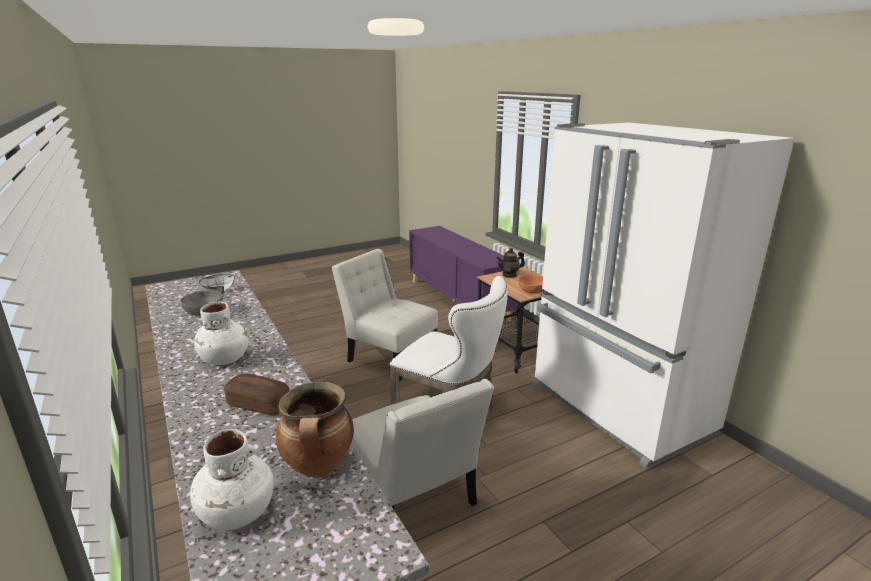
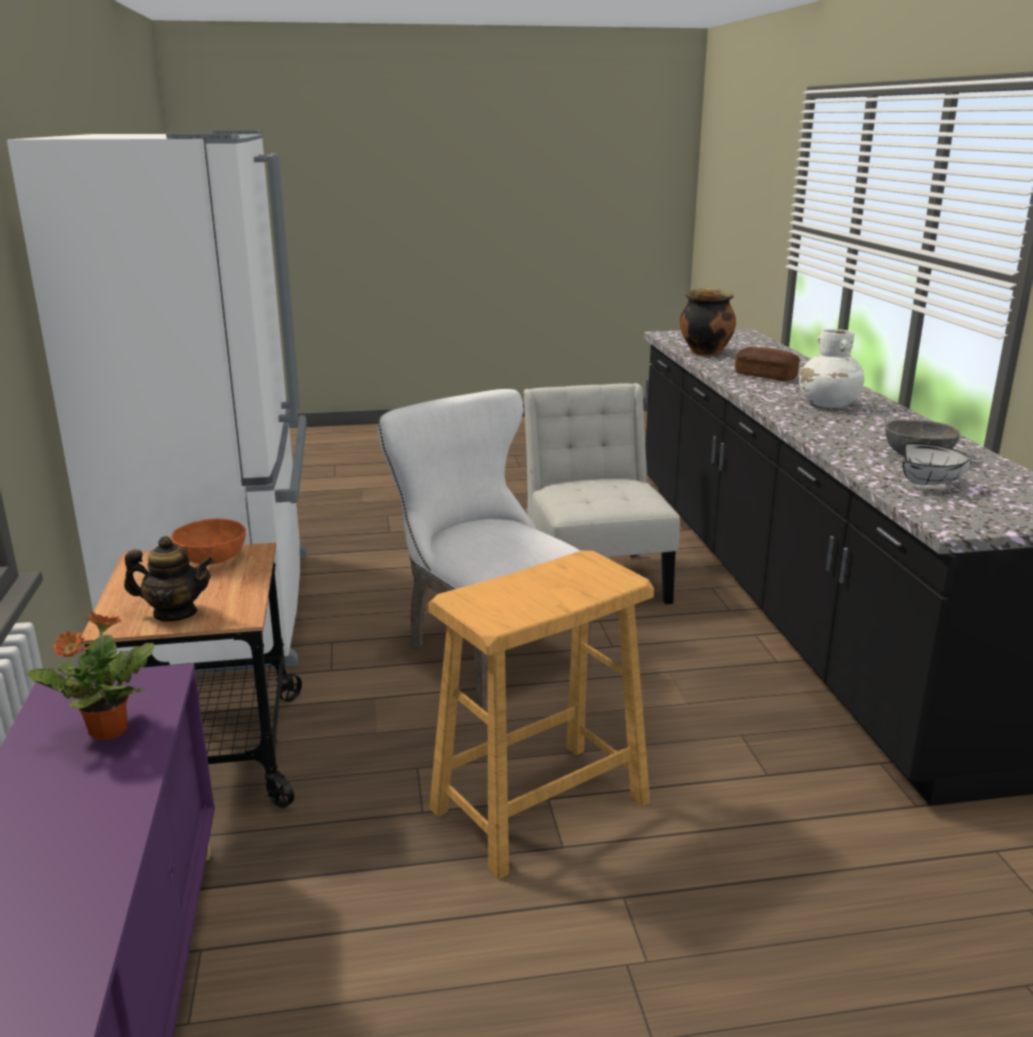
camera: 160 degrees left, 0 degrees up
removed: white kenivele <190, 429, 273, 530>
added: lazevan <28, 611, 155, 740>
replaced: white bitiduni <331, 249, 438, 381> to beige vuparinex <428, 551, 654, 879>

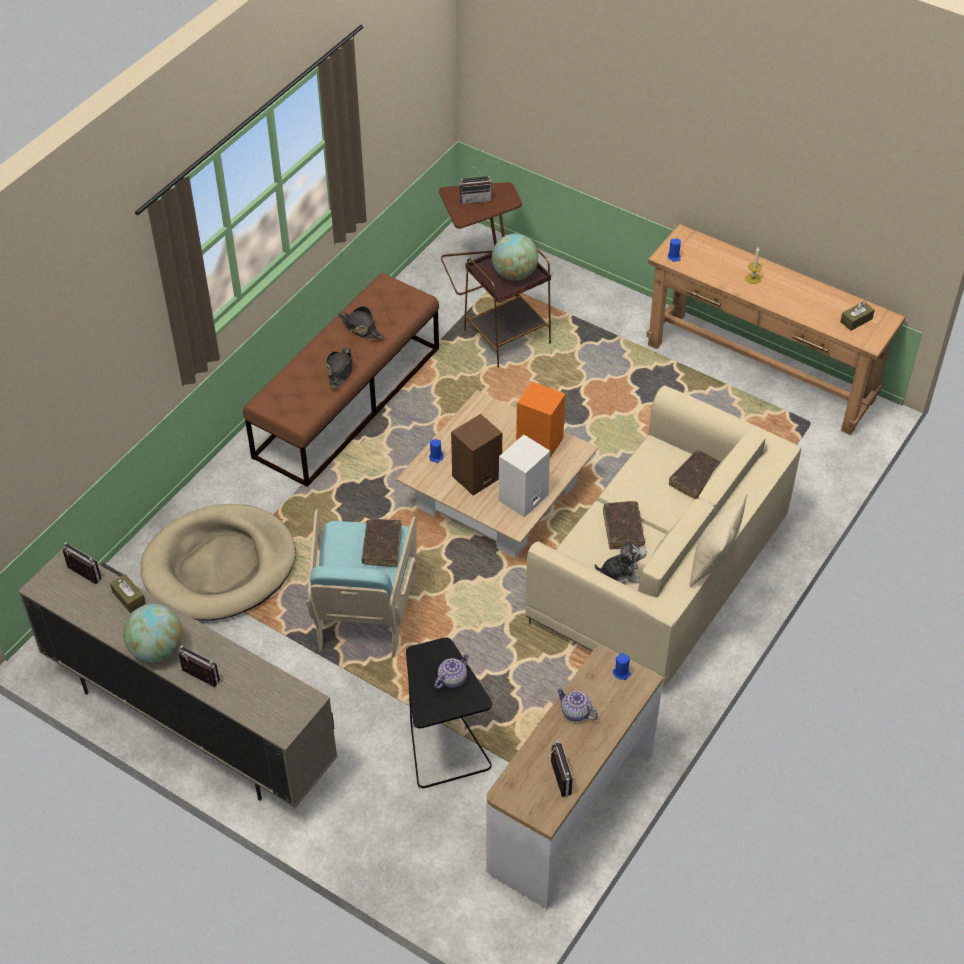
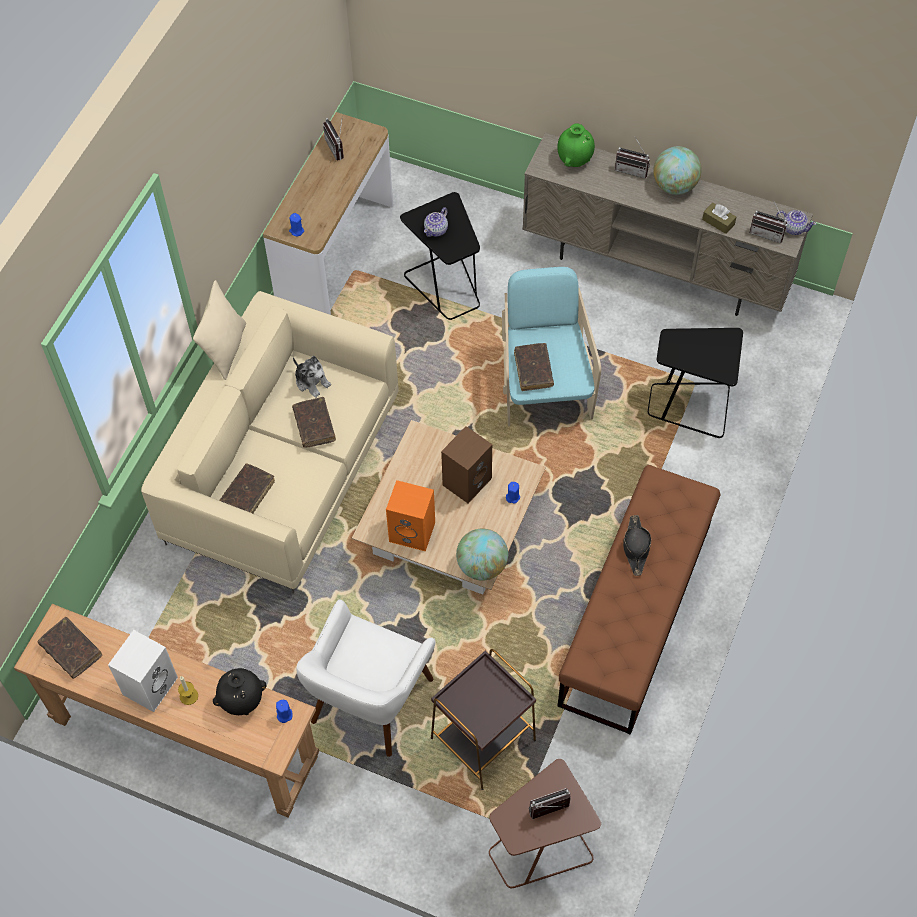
camera: 170 degrees right, 10 degrees up
removed: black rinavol <338, 306, 385, 339>
added: black kenivele <213, 668, 267, 715>; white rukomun <297, 599, 436, 757>; green kenivele <557, 123, 595, 167>
moved: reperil <492, 234, 538, 281> to <456, 528, 508, 581>; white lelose <499, 435, 550, 517> to <108, 630, 178, 712>; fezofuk <556, 687, 598, 722> to <776, 210, 816, 235>
replaced: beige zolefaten <140, 504, 296, 620> to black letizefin <648, 328, 743, 438>; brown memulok <840, 301, 875, 331> to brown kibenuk <38, 617, 102, 679>
turned: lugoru <595, 539, 647, 584> = <293, 356, 331, 398> 120 degrees counterclockwise

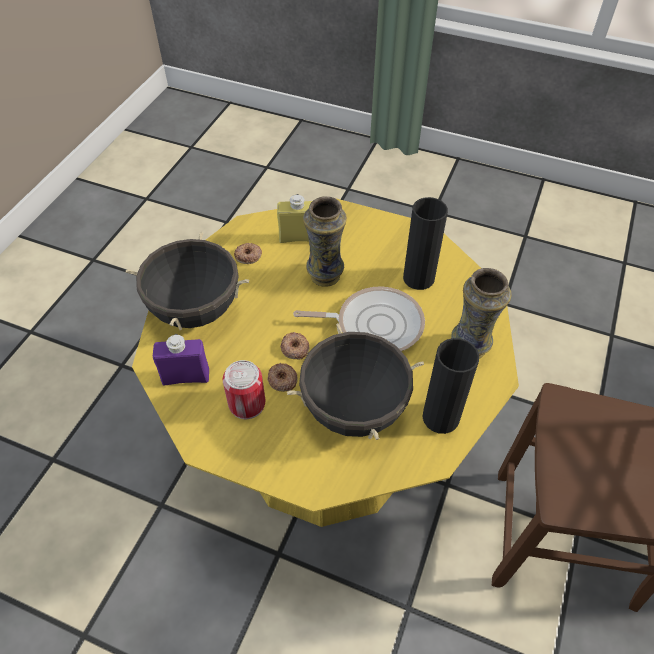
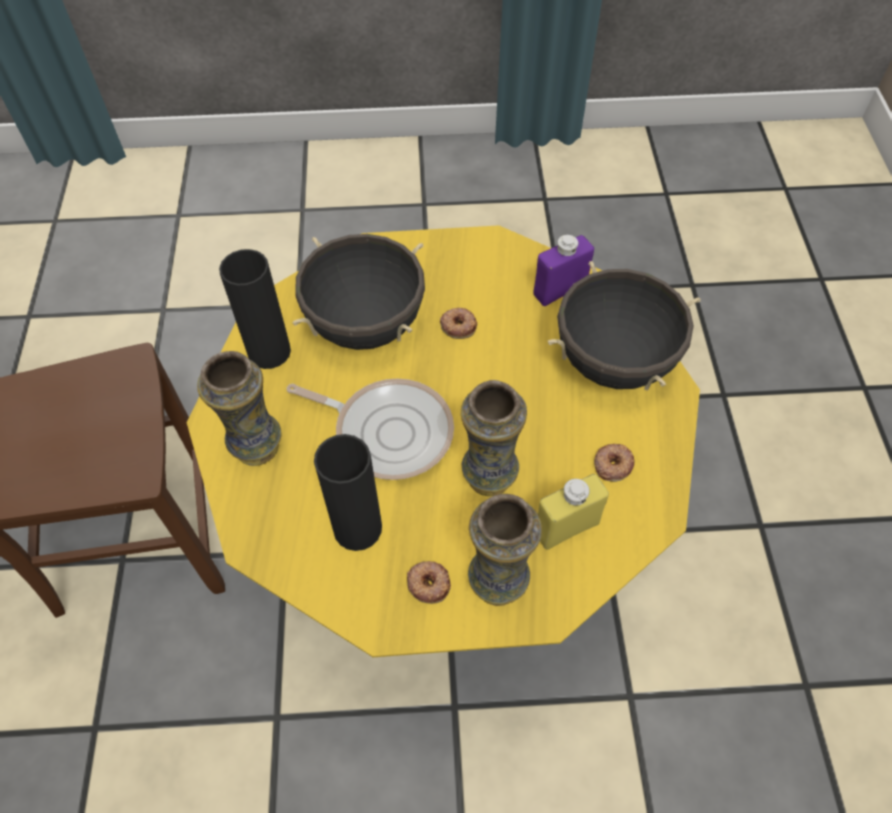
camera: 155 degrees right, 5 degrees up
removed: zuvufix <223, 360, 265, 419>
added: kenivele <468, 494, 542, 606>
moved: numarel <280, 332, 309, 359> to <407, 561, 451, 604>
turned: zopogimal <293, 287, 425, 351> = <286, 378, 454, 480> 135 degrees counterclockwise

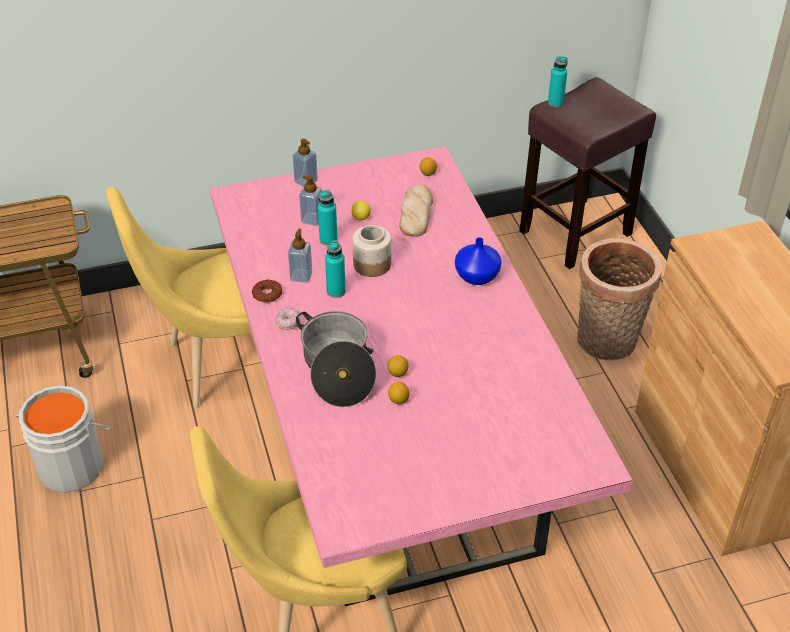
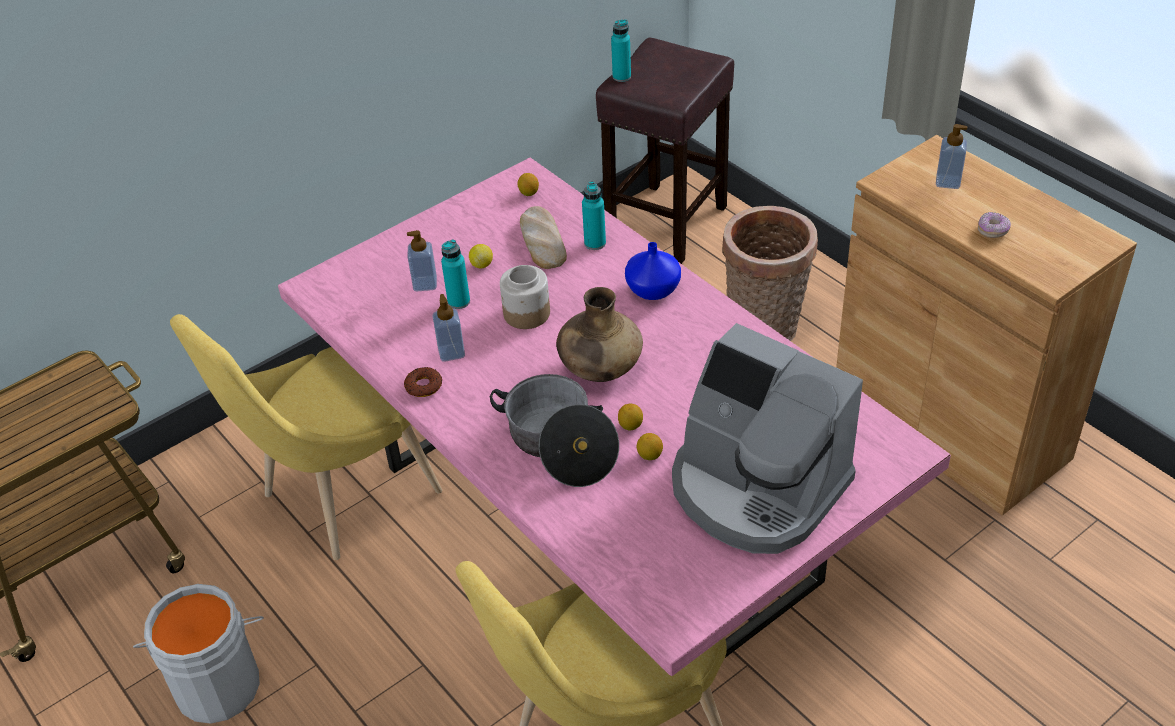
camera: 20 degrees left, 0 degrees up
added: brown kenivele <556, 287, 643, 382>; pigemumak <672, 323, 863, 554>
moved: numarel <275, 307, 301, 330> to <978, 212, 1011, 238>; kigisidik <293, 139, 318, 187> to <936, 124, 968, 189>; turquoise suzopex <325, 240, 346, 298> to <582, 181, 606, 250>

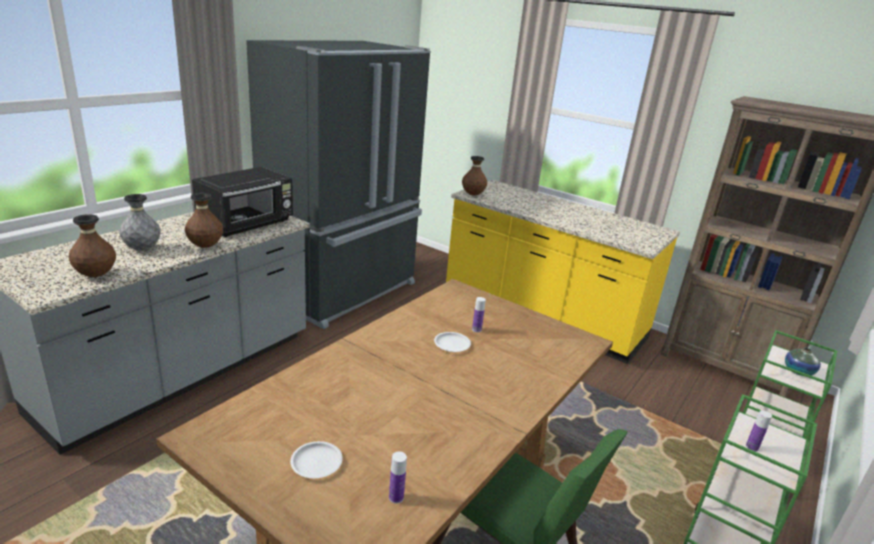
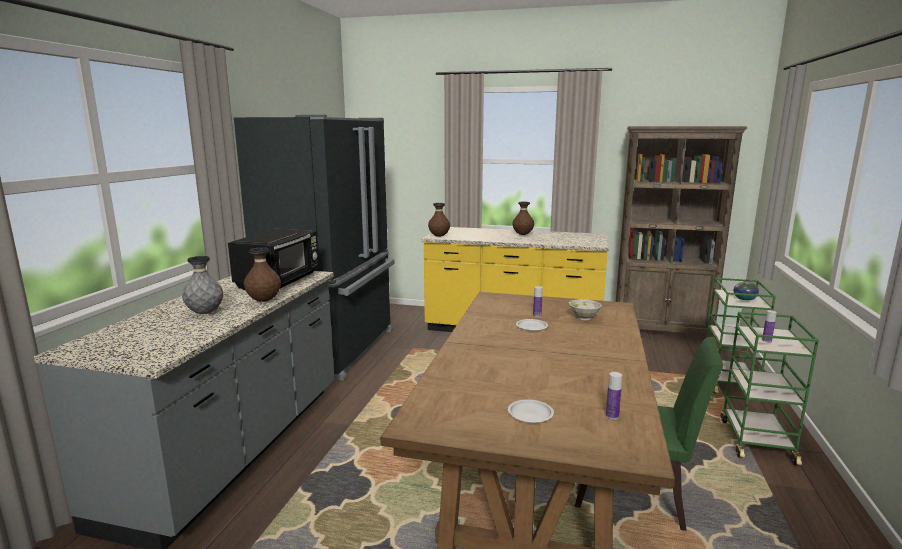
camera: 20 degrees left, 10 degrees down
added: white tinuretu <569, 299, 602, 320>
moved: brown kenivele <69, 214, 116, 277> to <512, 202, 534, 235>

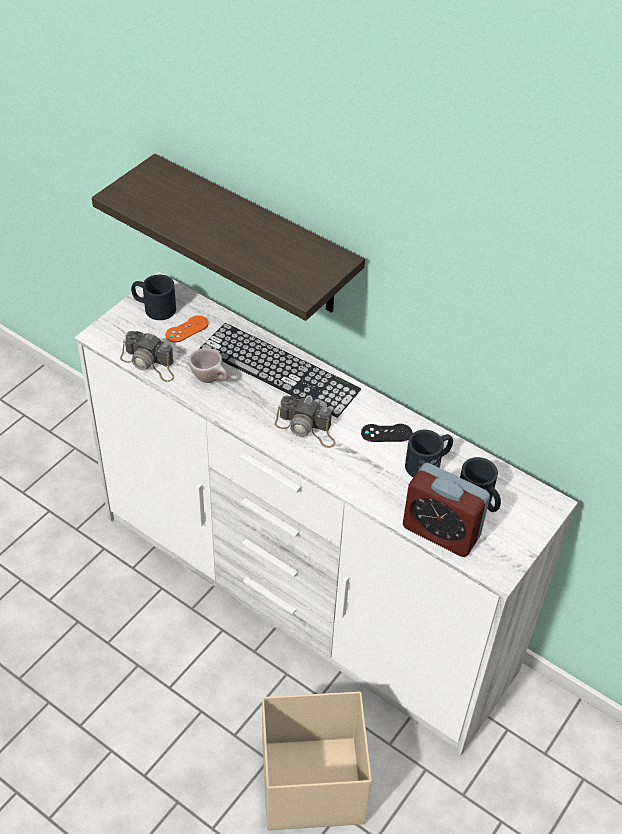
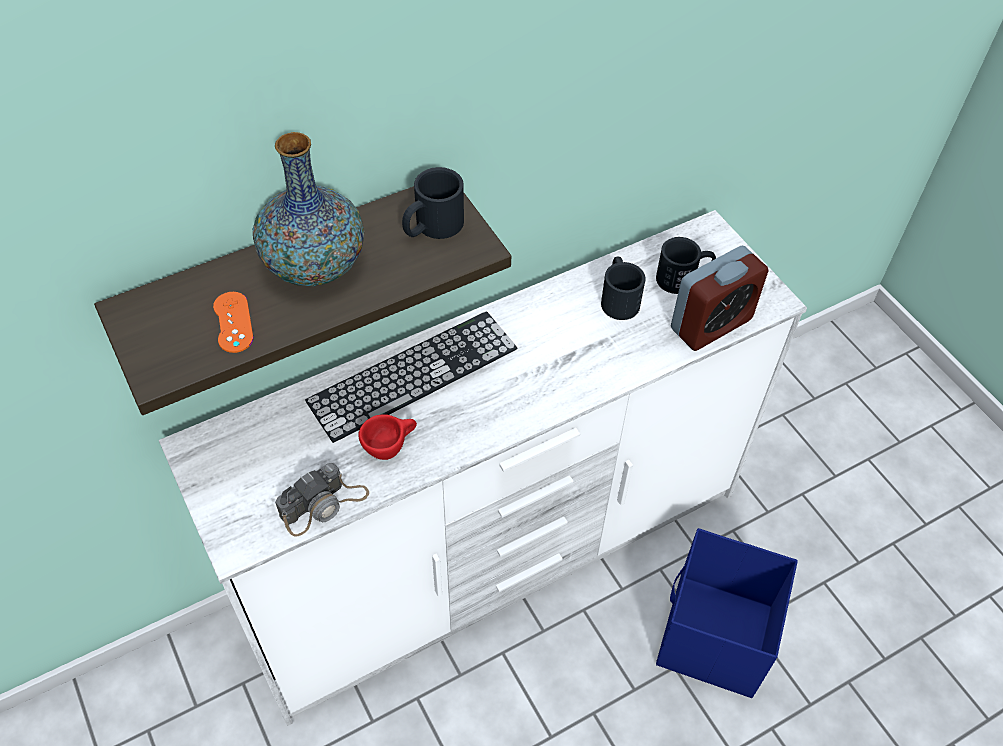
camera: 65 degrees left, 5 degrees up
removed: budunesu <275, 396, 336, 448>; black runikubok <361, 424, 412, 442>
added: kenivele <253, 132, 364, 286>
moved: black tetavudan <131, 275, 176, 320> to <402, 167, 464, 239>; orange runikubok <165, 315, 208, 343> to <213, 292, 253, 353>
recoloured: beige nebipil <188, 348, 228, 383> to red nebipil <359, 414, 417, 460>; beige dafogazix <262, 691, 372, 831> to blue dafogazix <656, 528, 798, 698>

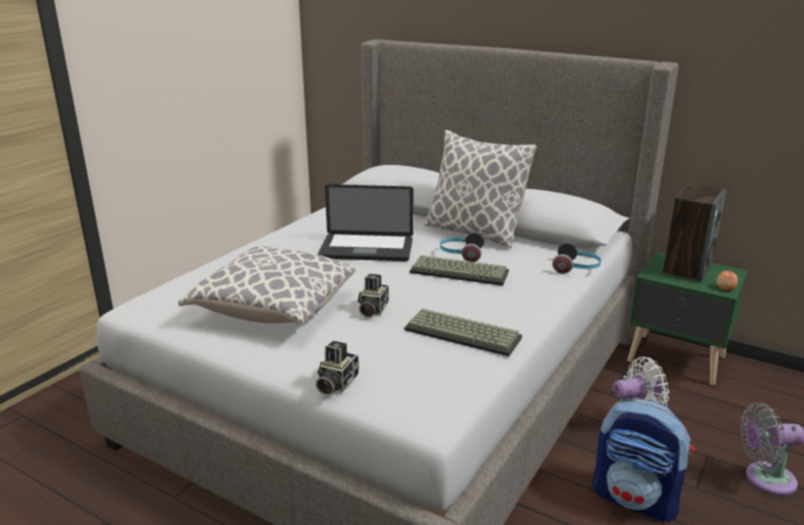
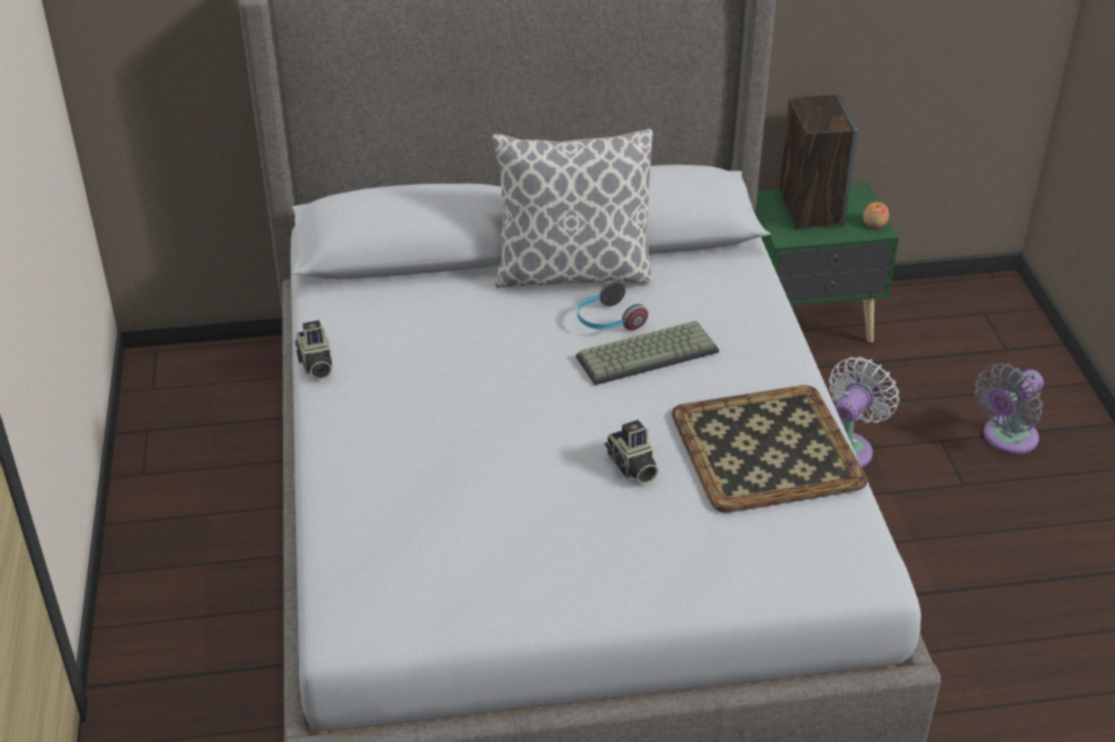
camera: 40 degrees left, 15 degrees up
removed: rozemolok <178, 246, 355, 326>; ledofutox <318, 184, 413, 261>; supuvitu <552, 242, 601, 274>; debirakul <592, 399, 695, 522>
moved: budunesu <316, 341, 359, 395> to <295, 320, 333, 379>
replaced: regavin <404, 309, 522, 356> to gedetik <672, 385, 868, 513>

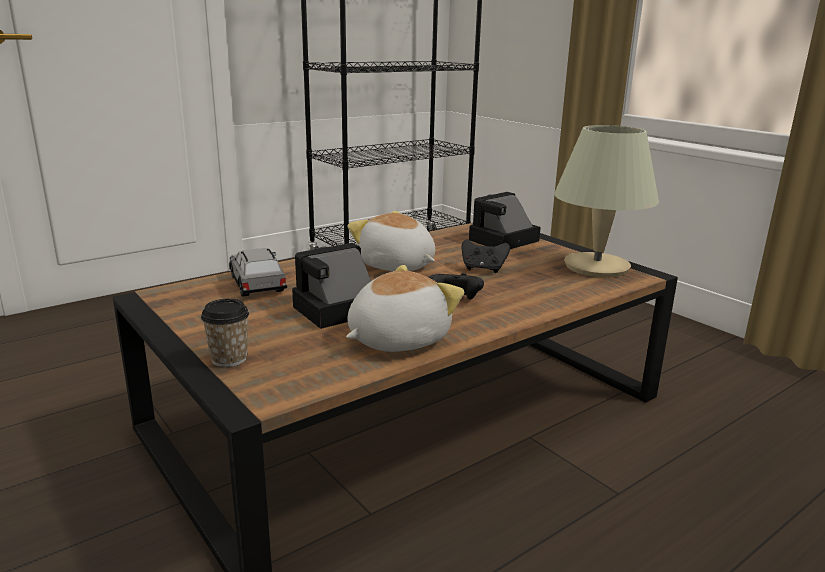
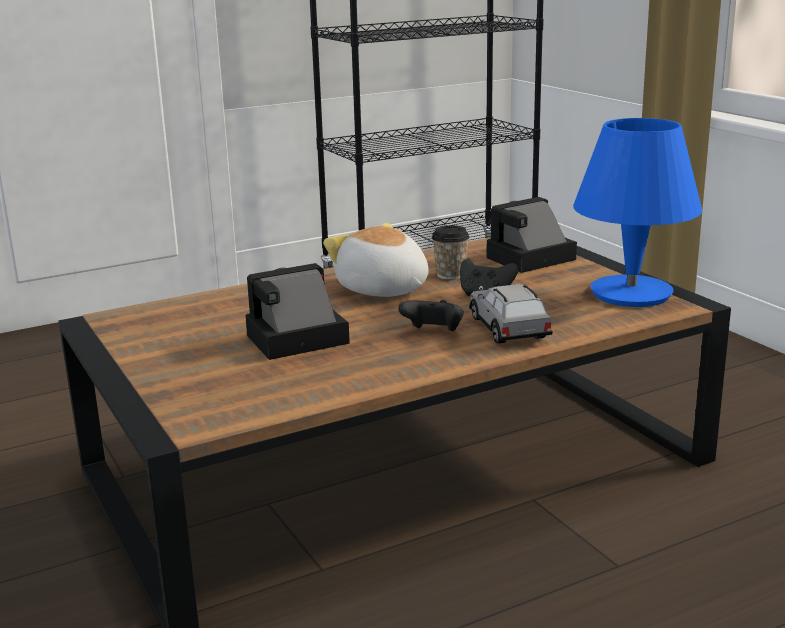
camera: 10 degrees right, 0 degrees up
removed: lugoru <346, 265, 464, 352>
moved: nebipil <201, 299, 249, 367> to <432, 225, 469, 280>; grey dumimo <229, 248, 287, 297> to <469, 284, 553, 344>
recoloured: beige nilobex <554, 125, 659, 277> to blue nilobex <573, 118, 702, 307>

